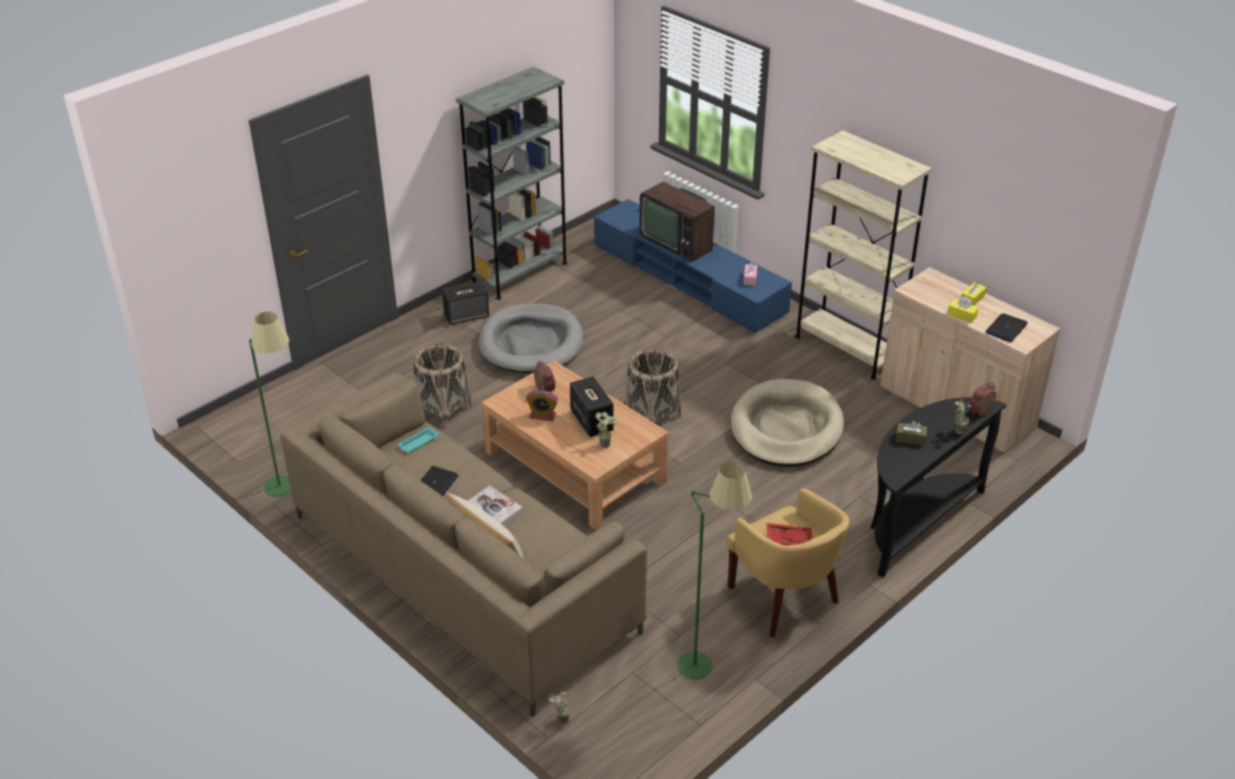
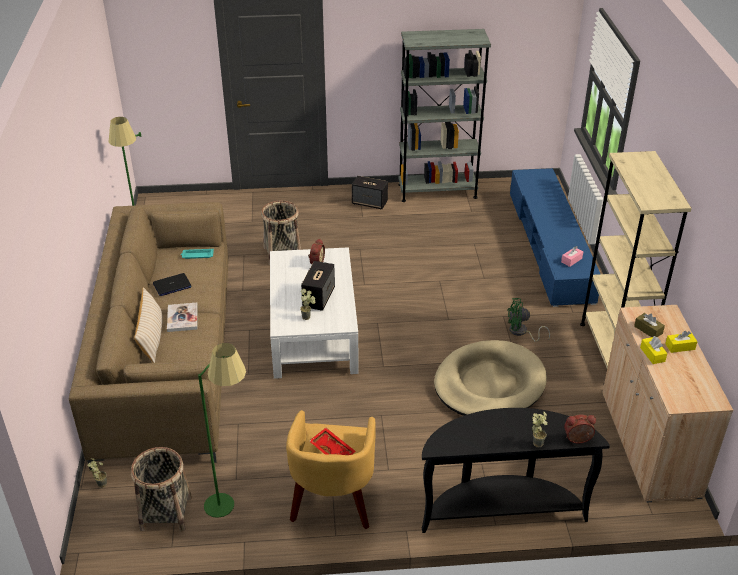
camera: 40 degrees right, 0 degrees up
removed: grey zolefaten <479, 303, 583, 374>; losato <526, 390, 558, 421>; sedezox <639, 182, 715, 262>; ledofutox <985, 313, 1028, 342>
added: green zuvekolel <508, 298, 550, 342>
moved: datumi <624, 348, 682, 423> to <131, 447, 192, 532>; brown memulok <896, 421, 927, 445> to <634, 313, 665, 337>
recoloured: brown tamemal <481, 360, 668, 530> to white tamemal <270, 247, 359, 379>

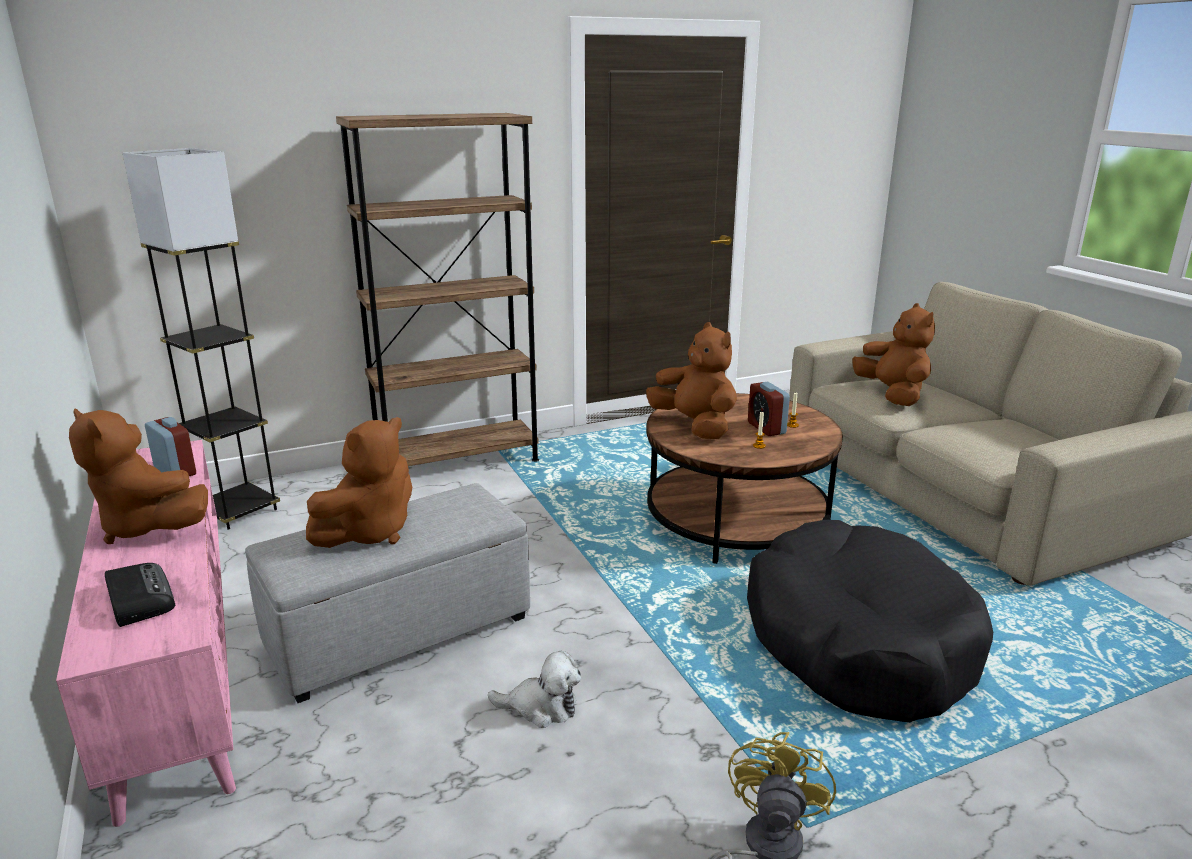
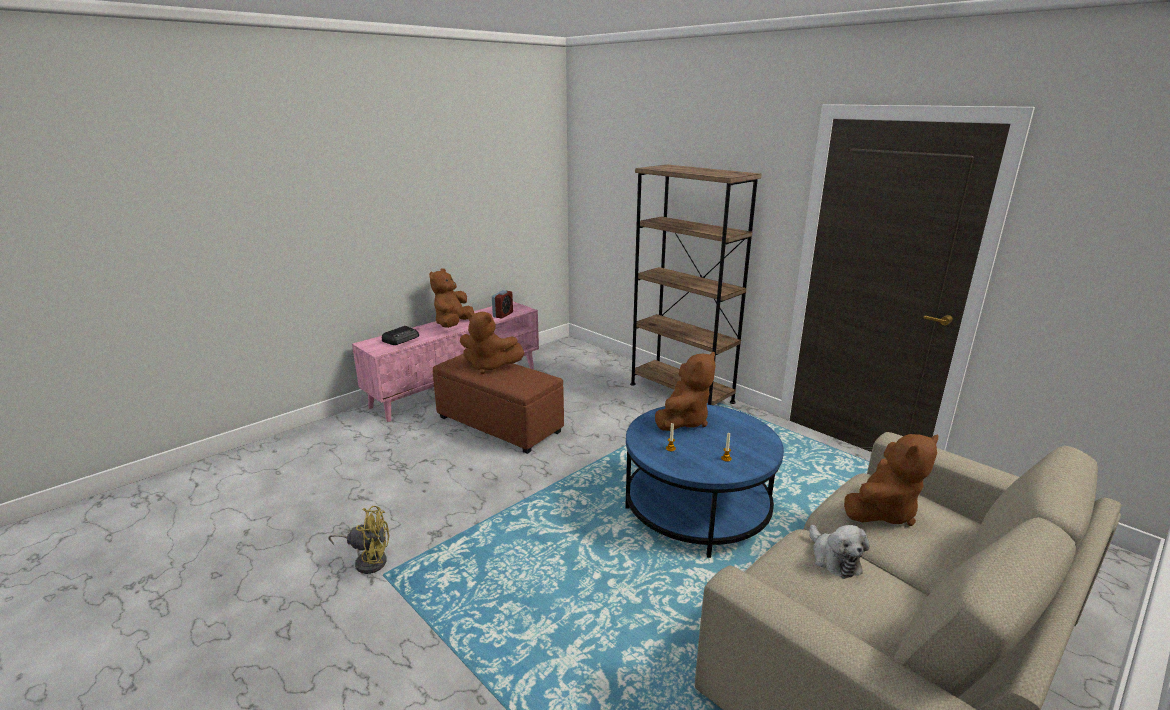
camera: 70 degrees right, 0 degrees up
removed: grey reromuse <123, 148, 280, 530>; black zolefaten <747, 520, 993, 722>; losato <748, 382, 790, 436>
moved: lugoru <488, 651, 581, 728> to <809, 525, 870, 579>
recoloured: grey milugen <245, 483, 530, 703> to brown milugen <433, 353, 564, 454>; brown tamemal <646, 393, 843, 564> to blue tamemal <625, 405, 784, 558>

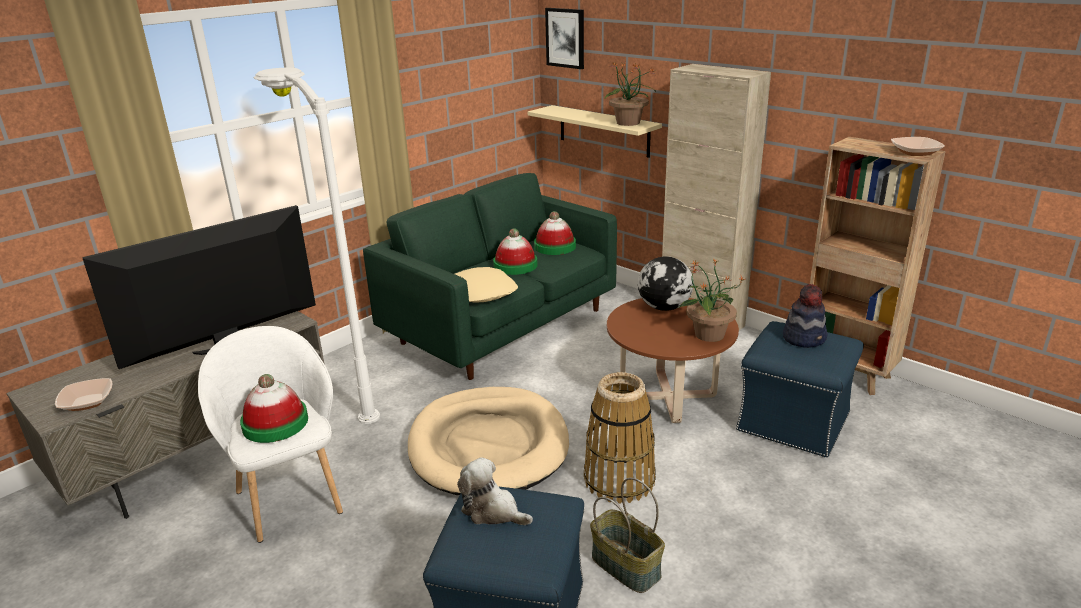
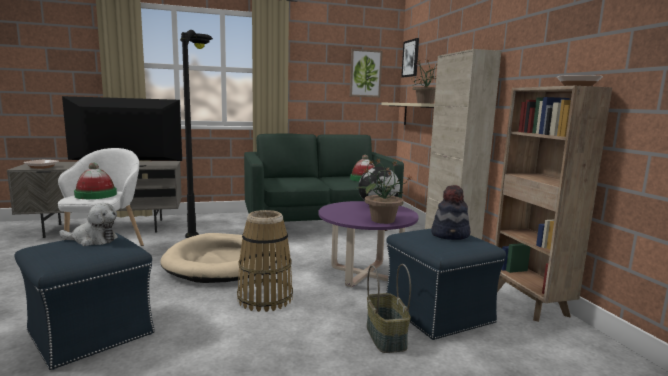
camera: 30 degrees right, 15 degrees down
removed: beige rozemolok <455, 267, 518, 303>; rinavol <493, 229, 538, 275>
added: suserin <350, 49, 382, 97>
moved: datumi <590, 478, 665, 593> to <367, 264, 411, 353>
recoloured: white reromuse <254, 68, 380, 424> to black reromuse <180, 30, 213, 238>; brown tamemal <607, 298, 739, 423> to purple tamemal <318, 201, 419, 287>
turned: lugoru <457, 457, 533, 525> = <59, 203, 118, 246> 120 degrees clockwise

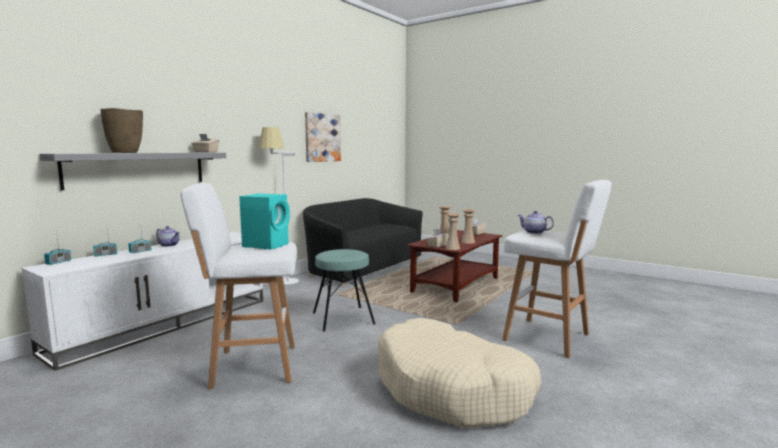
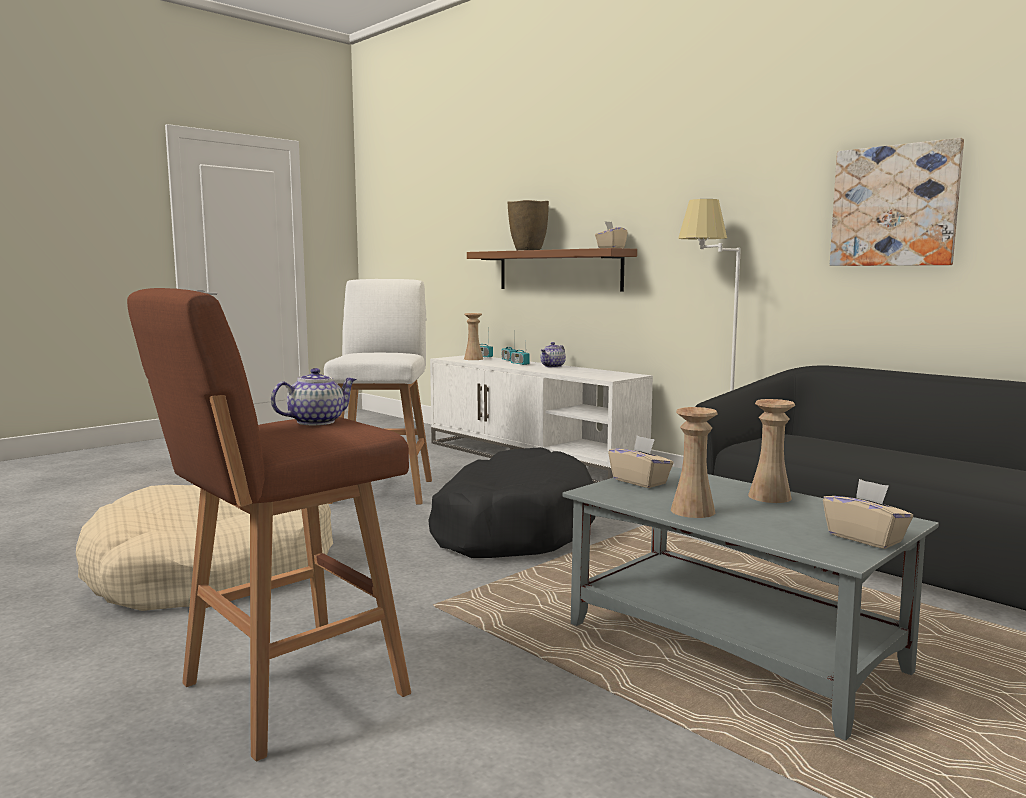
camera: 100 degrees right, 0 degrees up
removed: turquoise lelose <239, 193, 290, 249>
moved: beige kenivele <445, 213, 460, 250> to <464, 313, 483, 360>
replaced: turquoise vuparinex <313, 249, 375, 332> to black zolefaten <428, 447, 595, 558>
recoloured: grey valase <40, 153, 226, 190> to brown valase <467, 248, 637, 292>; brown tamemal <407, 230, 503, 302> to grey tamemal <562, 467, 939, 741>; white vuparinex <502, 180, 612, 358> to brown vuparinex <127, 288, 411, 761>

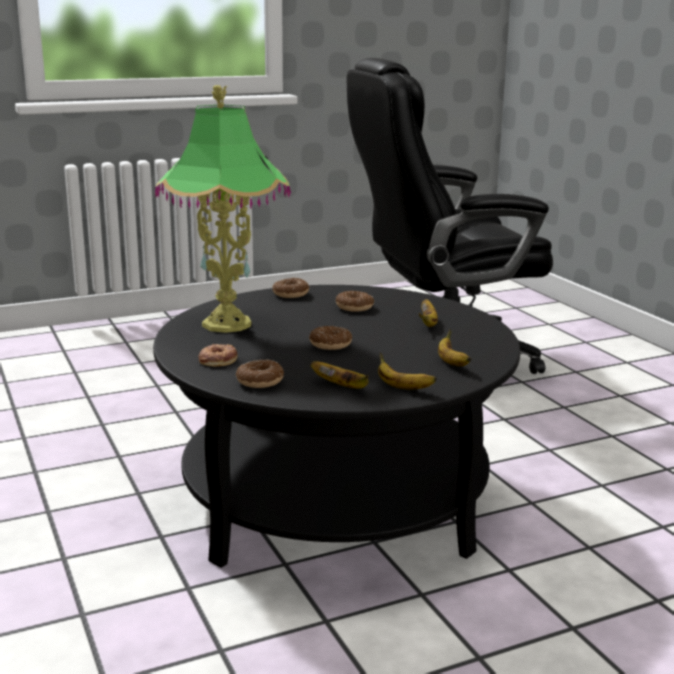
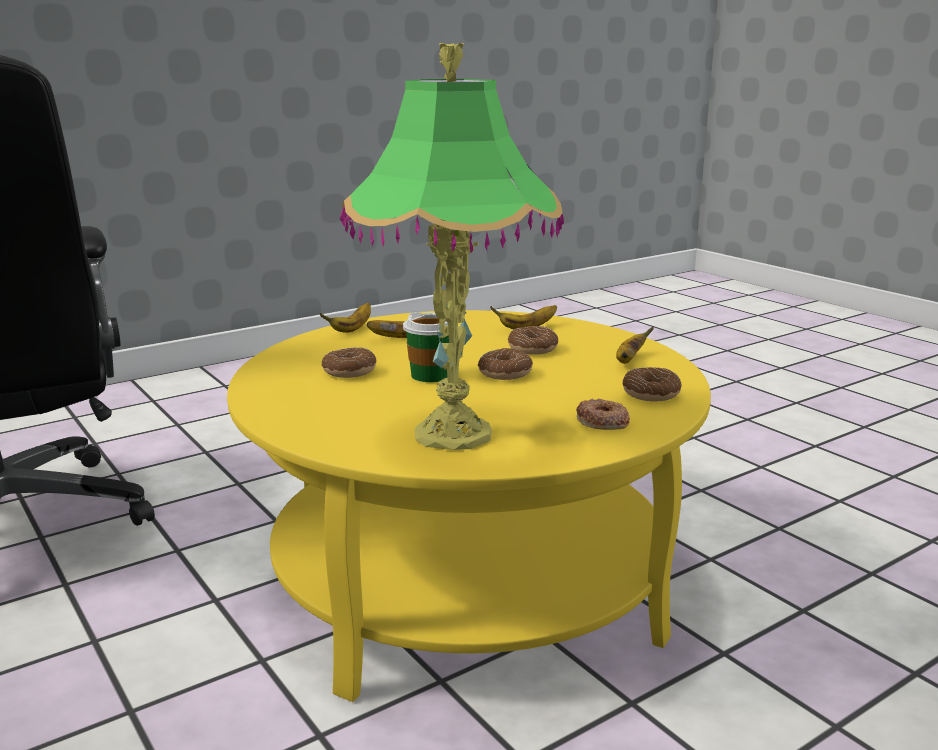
camera: 100 degrees left, 0 degrees up
added: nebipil <403, 312, 449, 382>
moved: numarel <272, 278, 309, 298> to <508, 326, 558, 355>; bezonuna <378, 353, 437, 389> to <320, 303, 371, 333>
recoloured: black tamemal <153, 285, 520, 568> to yellow tamemal <227, 310, 711, 702>

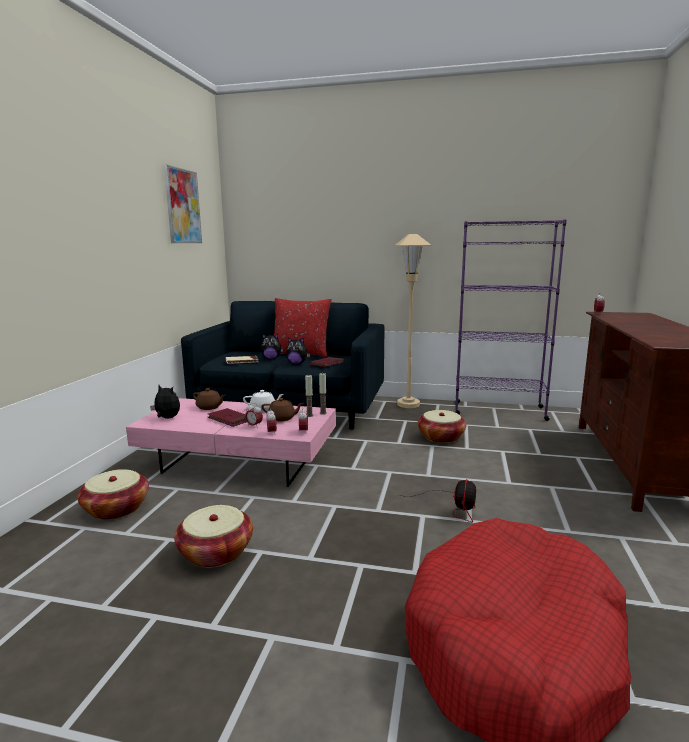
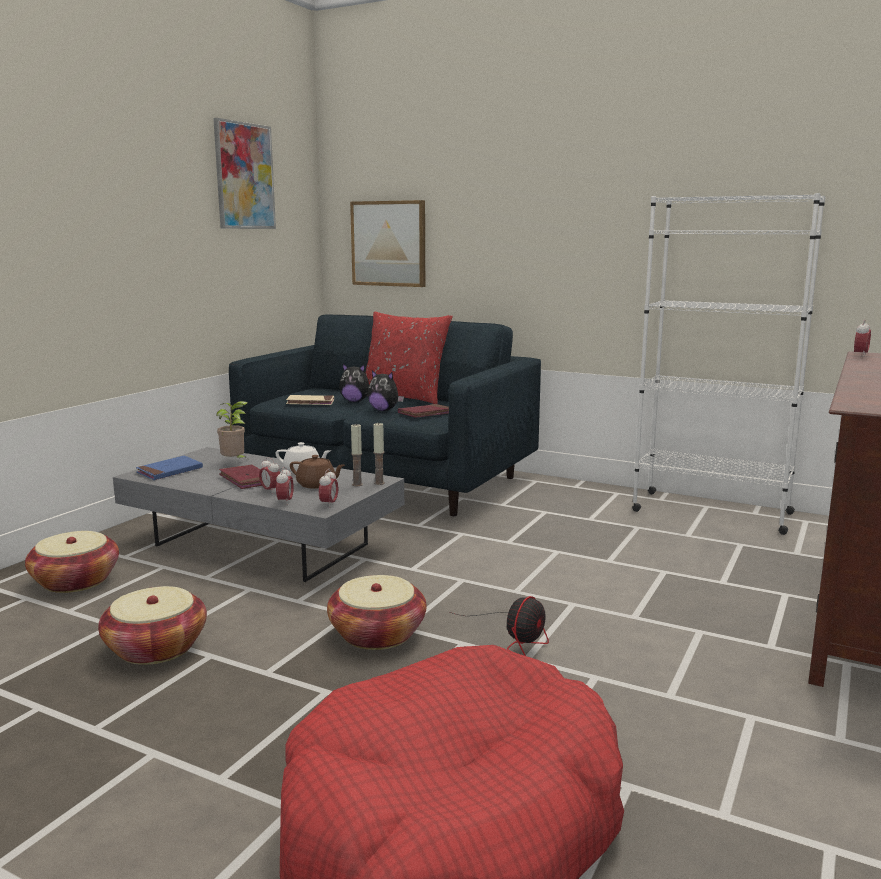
camera: 15 degrees right, 0 degrees up
removed: beige reromuse <395, 234, 431, 408>
added: suserin <350, 200, 425, 287>
moved: datumi <418, 410, 466, 443> to <327, 575, 427, 650>
replaced: lugoru <150, 385, 180, 419> to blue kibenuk <136, 456, 203, 480>; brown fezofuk <193, 388, 225, 410> to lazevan <216, 401, 248, 458>
recoloured: pink tamemal <126, 398, 336, 487> to grey tamemal <113, 447, 404, 582>; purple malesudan <455, 219, 567, 421> to white malesudan <632, 193, 825, 535>

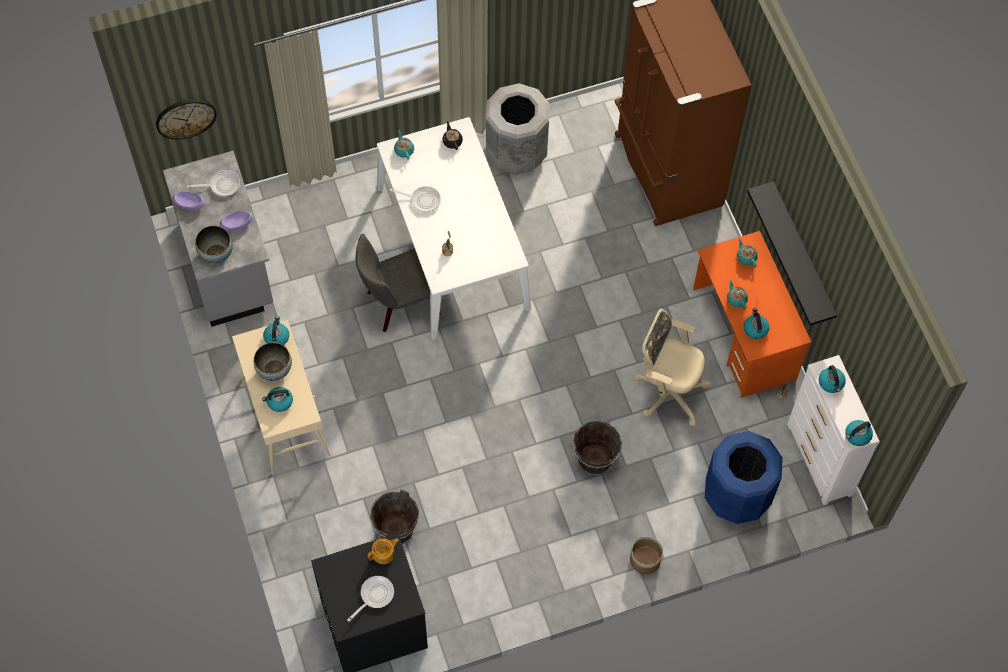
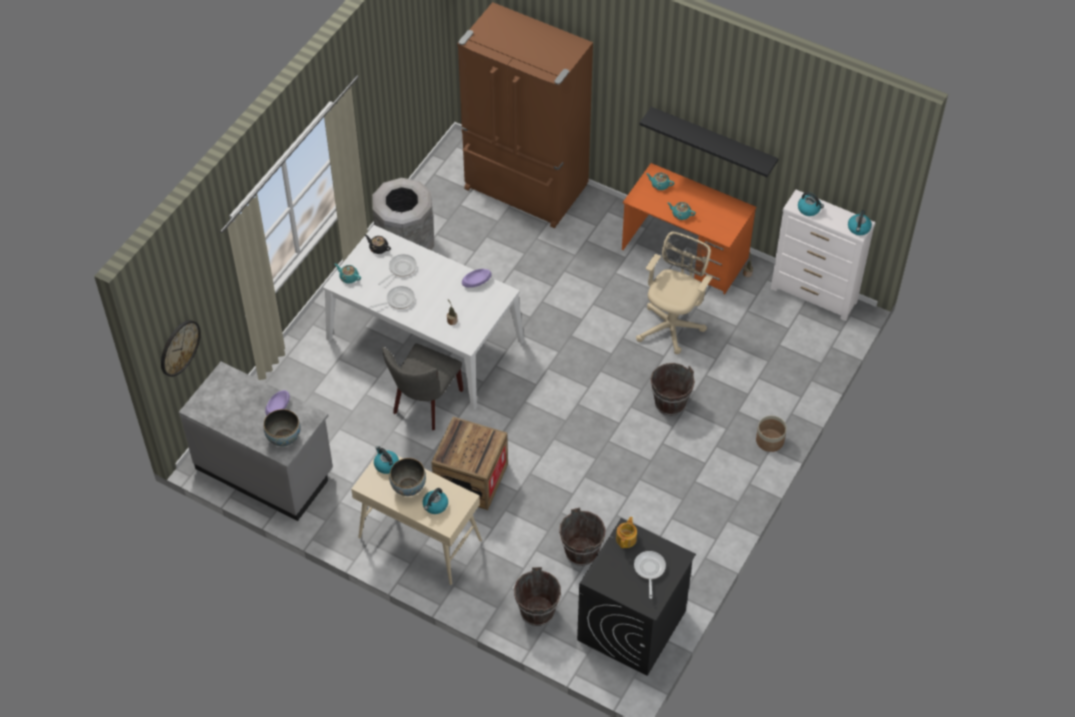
camera: 40 degrees left, 10 degrees down
removed: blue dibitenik <705, 431, 783, 524>; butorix <744, 308, 769, 339>
added: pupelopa <431, 417, 508, 510>; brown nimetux <514, 567, 561, 626>
moved: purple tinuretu <172, 191, 205, 210> to <462, 269, 492, 288>; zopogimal <187, 170, 240, 197> to <378, 254, 417, 285>
turned: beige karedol <633, 309, 710, 426> = <636, 232, 713, 354> 135 degrees clockwise

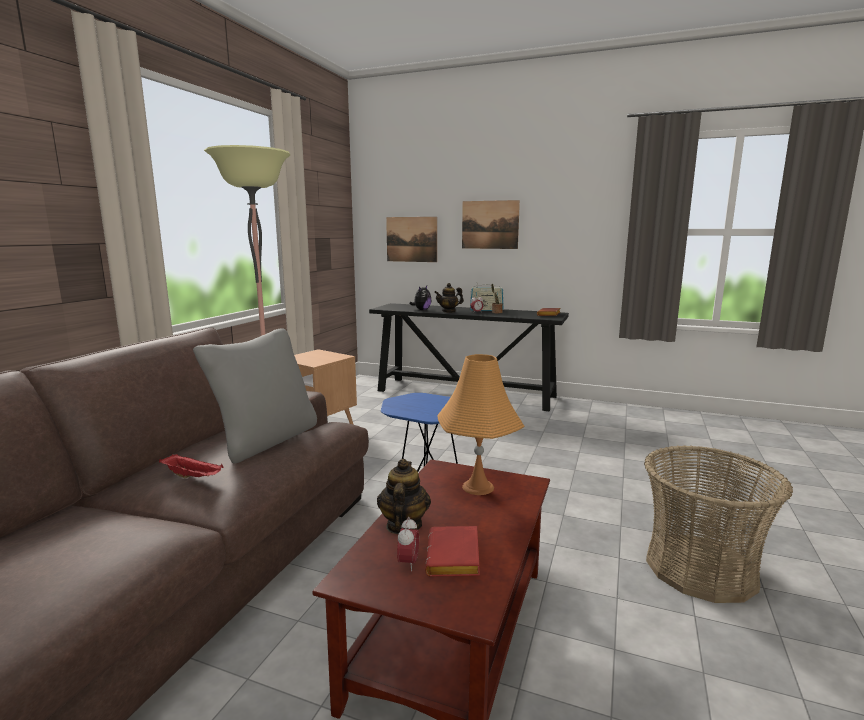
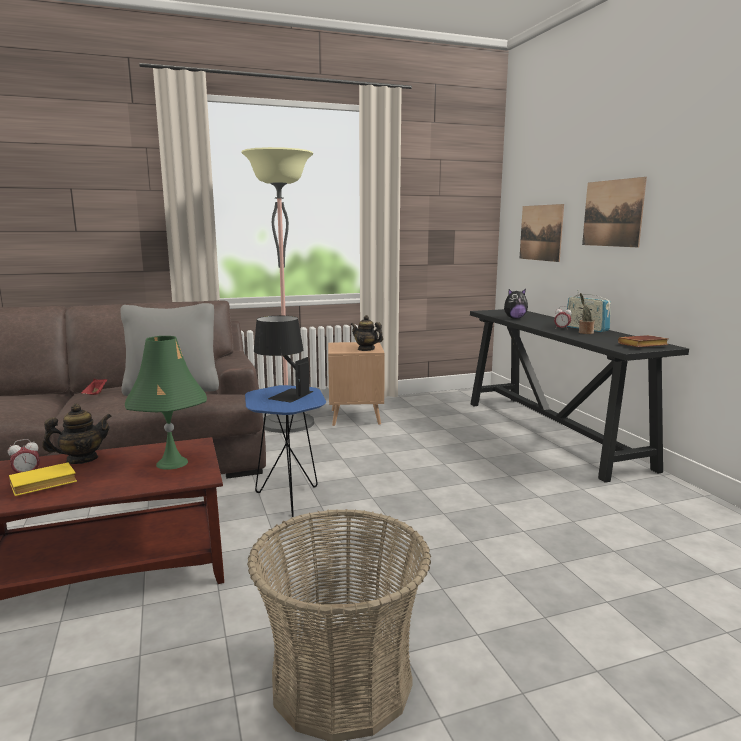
camera: 50 degrees right, 0 degrees up
added: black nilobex <254, 316, 314, 403>
moved: fezofuk <434, 283, 464, 313> to <351, 315, 383, 351>
recoloured: red kibenuk <426, 526, 480, 577> to yellow kibenuk <9, 462, 77, 496>; orange nilobex <437, 354, 524, 495> to green nilobex <125, 336, 207, 470>

